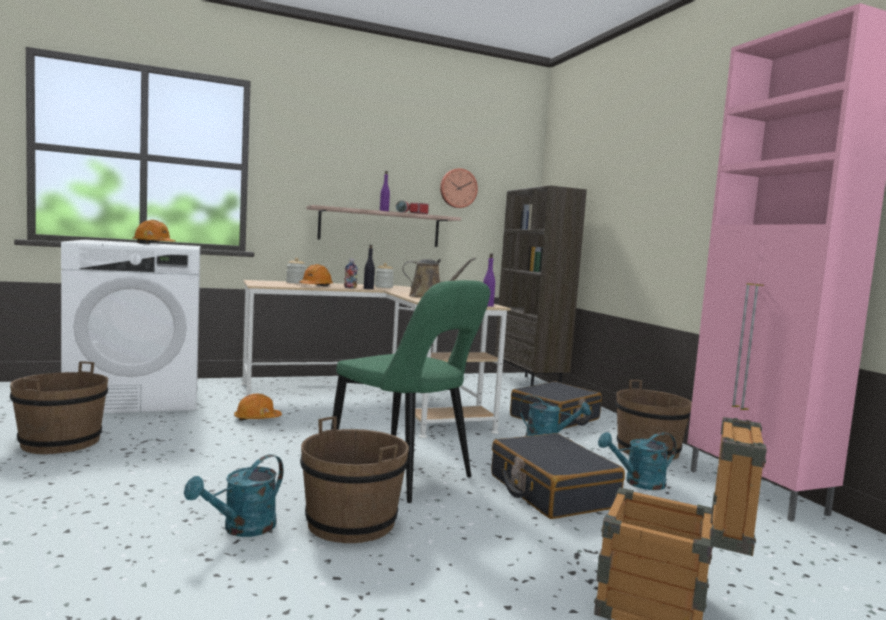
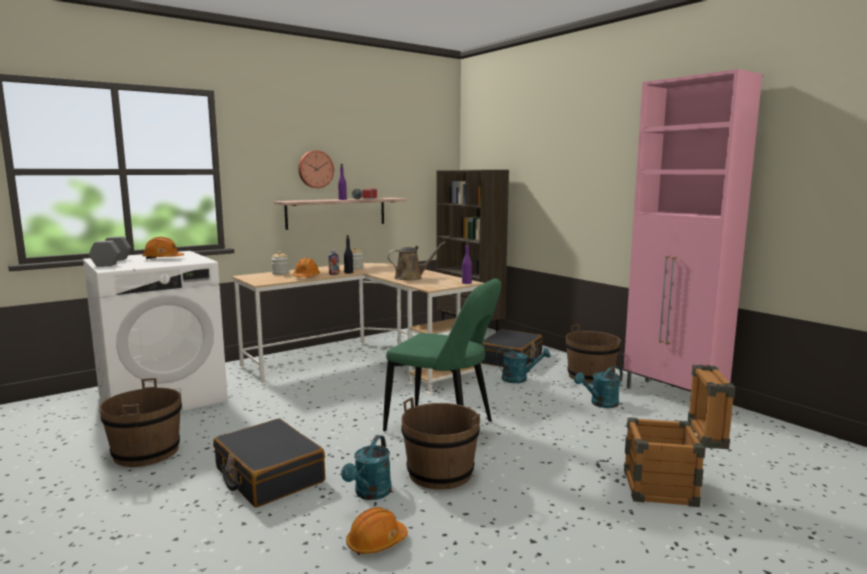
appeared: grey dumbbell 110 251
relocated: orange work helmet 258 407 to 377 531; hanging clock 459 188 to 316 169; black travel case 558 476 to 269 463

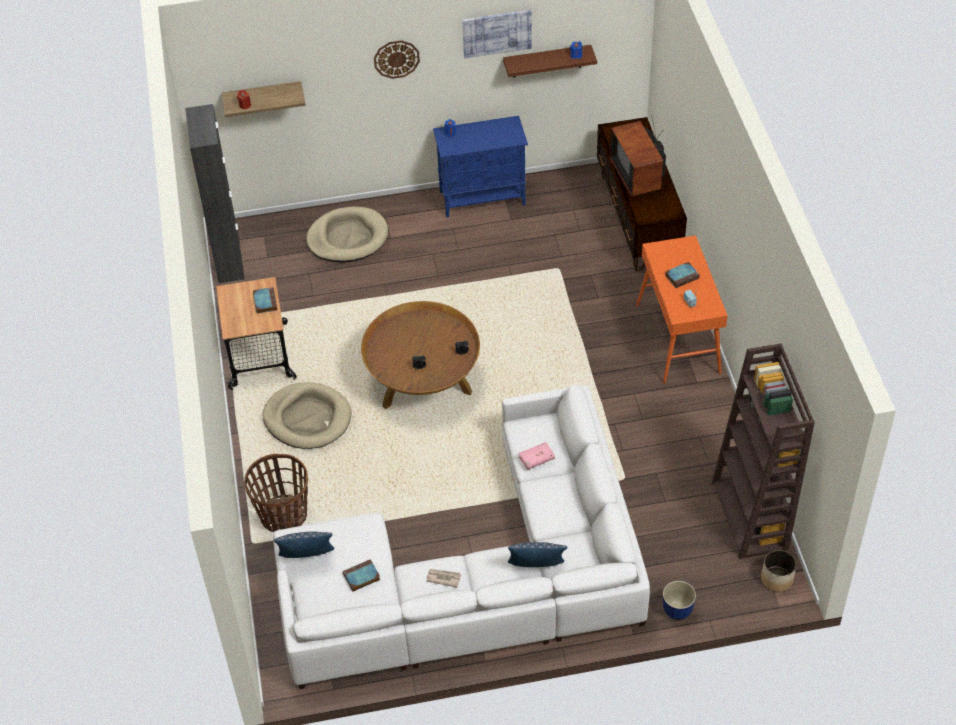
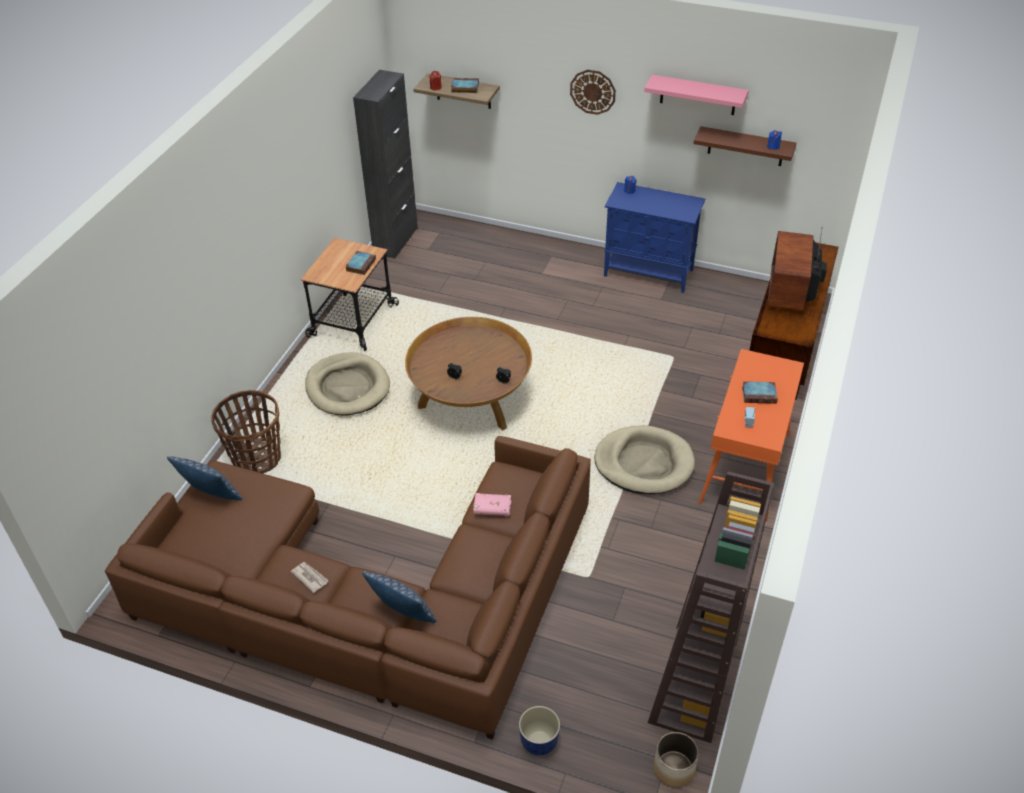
relocated: beige-coloured pet bed 347 234 to 645 459; bound book 361 575 to 465 85
exchanged: picture 497 34 to pink-coloured wall shelf 696 95
colour: white-coloured settee 461 536 to brown settee 348 588

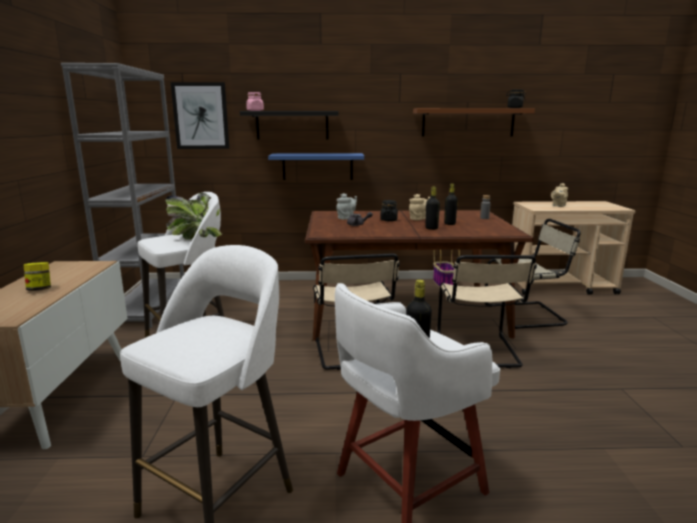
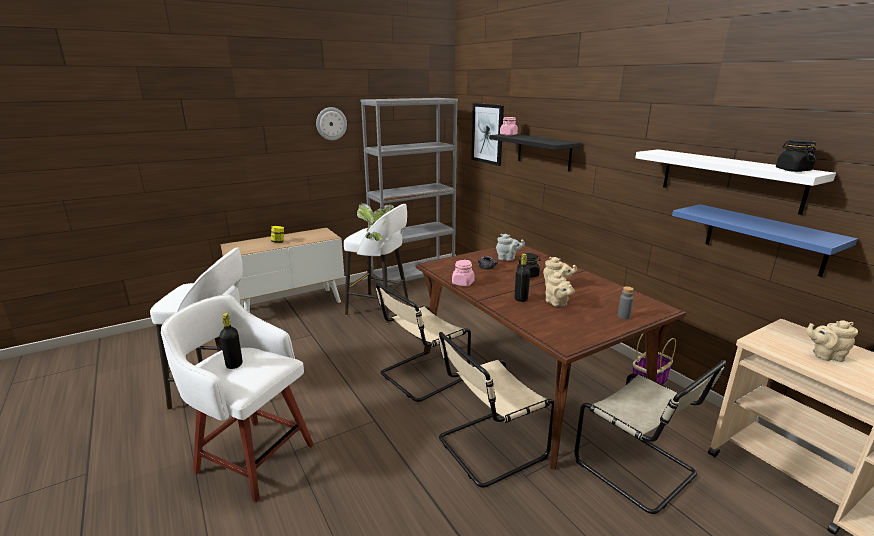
appeared: hanging clock 331 123; pink-coloured storage jar 463 273
relocated: blue wall shelf 316 166 to 765 240
exchanged: black bottle 451 204 to beige-coloured teapot 560 289
colour: brown wall shelf 474 122 to white-coloured wall shelf 735 182

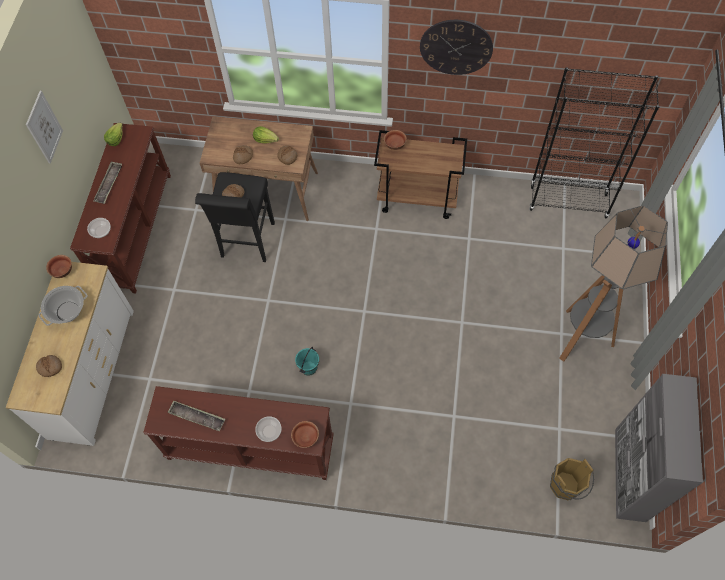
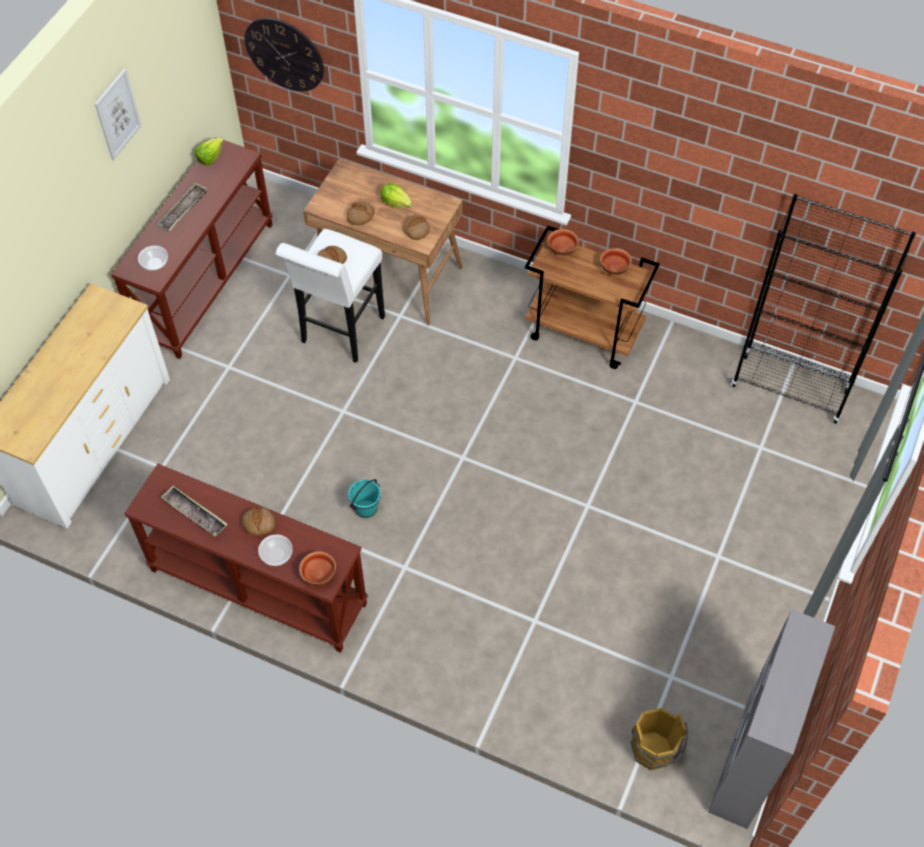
missing: saucepot 62 306; standard lamp 613 283
relocated: bread 49 366 to 258 522; serving bowl 59 266 to 616 261; hanging clock 456 47 to 284 54
colour: black stool 235 217 to white-coloured stool 330 296

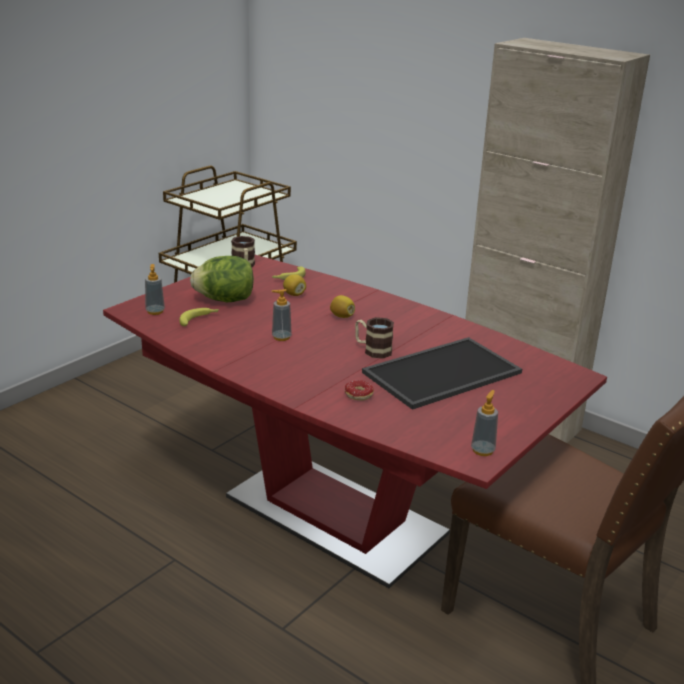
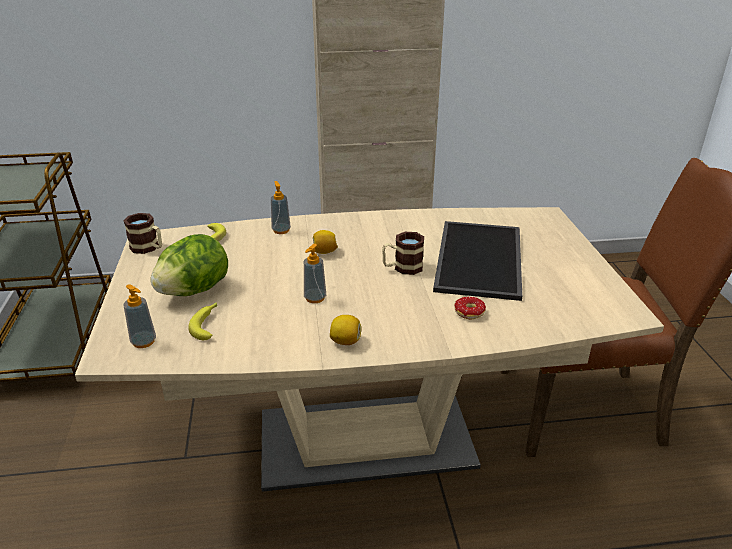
relocated: whole lemon 294 285 to 345 330; liquid soap bottle 484 423 to 281 207
colour: red dinner table 355 421 to beige-coloured dinner table 369 349

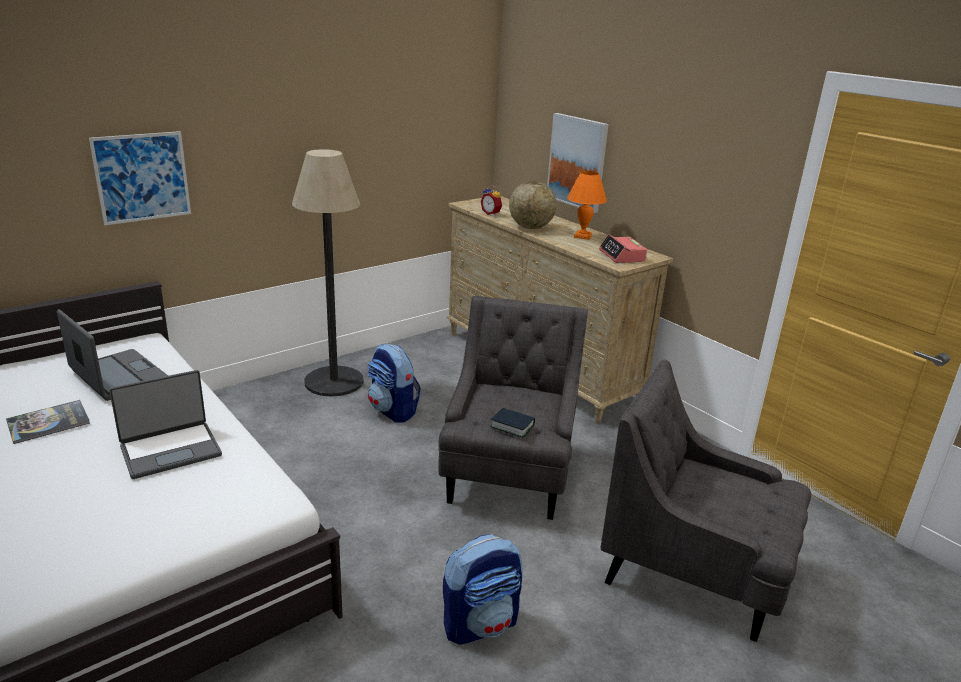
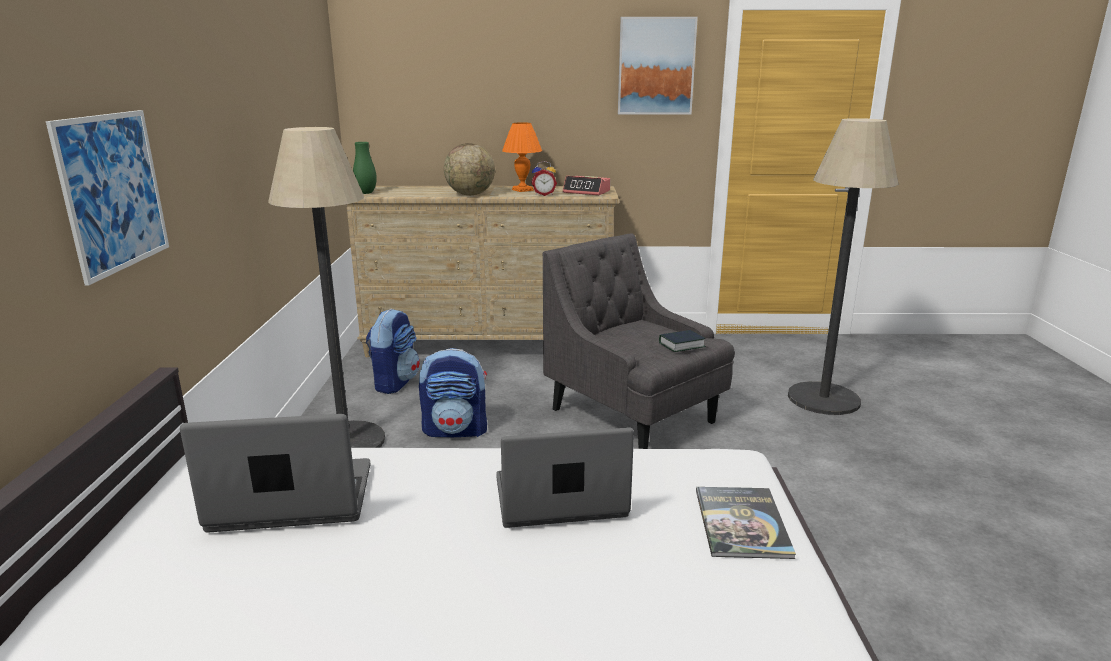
appeared: green decorative vase 365 168
relocated: bound book 48 422 to 746 523; backpack 483 589 to 393 351; table clock 491 200 to 544 178; picture 578 163 to 658 65
exchanged: grey lounge chair 706 501 to standard lamp 843 266
spun: notebook computer 165 424 = 565 477 105 degrees counterclockwise

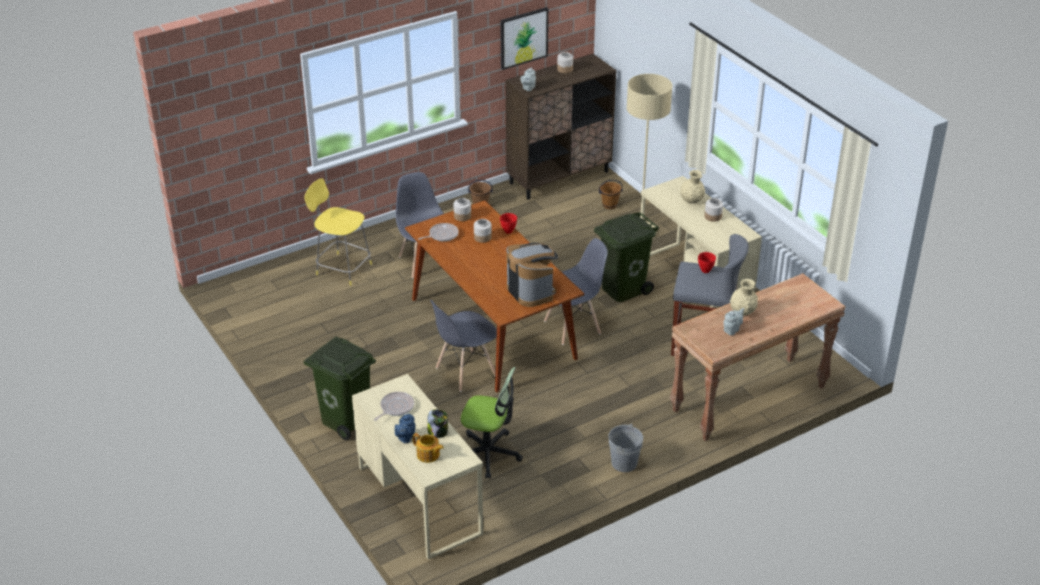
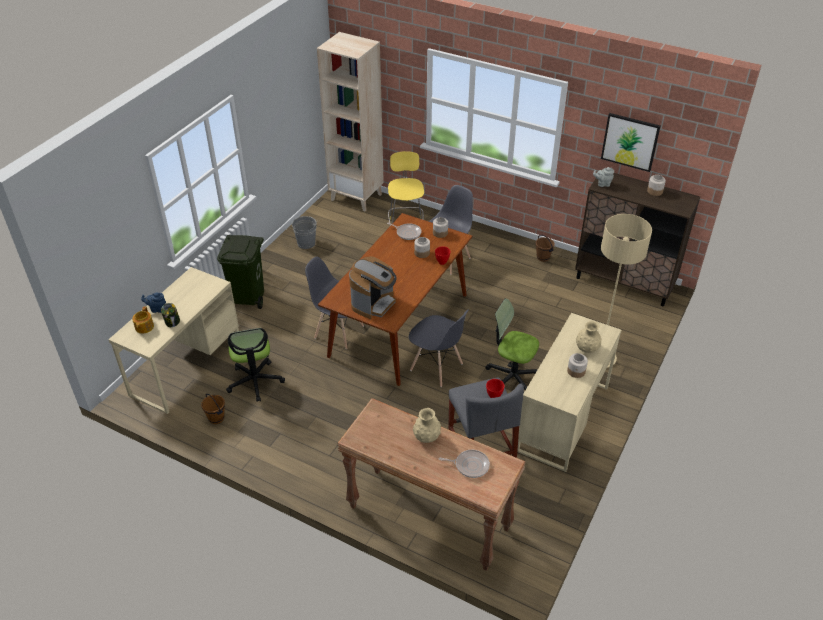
missing: grey teapot 734 321
appeared: beige-coloured bookshelf 350 121
relocated: frying pan 394 406 to 464 464; brown water bucket 610 194 to 213 409; grey water bucket 625 447 to 304 232
exchanged: green waste bin 626 257 to computer chair 512 346

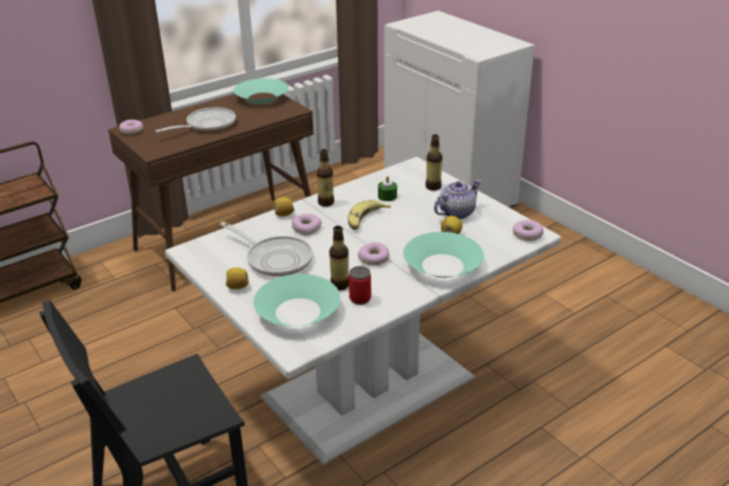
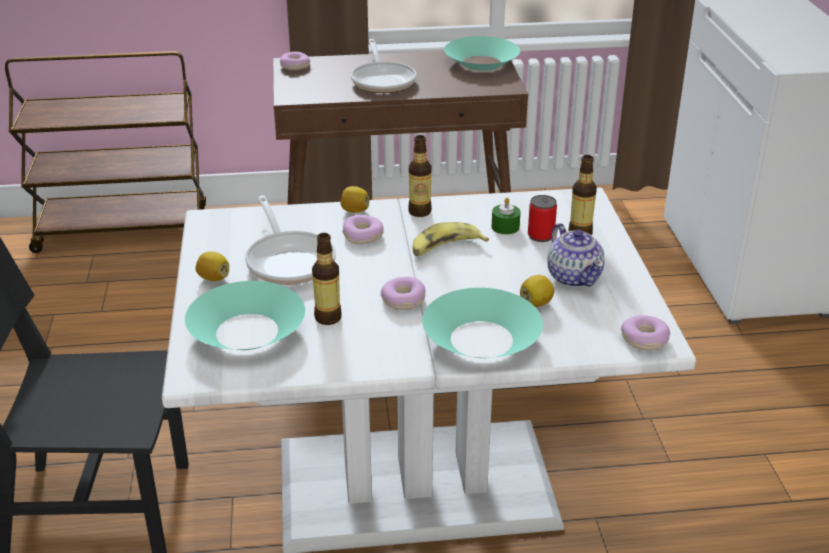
relocated: metal can 360 285 to 542 218
spun: frying pan 195 120 = 384 66 90 degrees clockwise; teapot 457 199 = 576 255 75 degrees clockwise

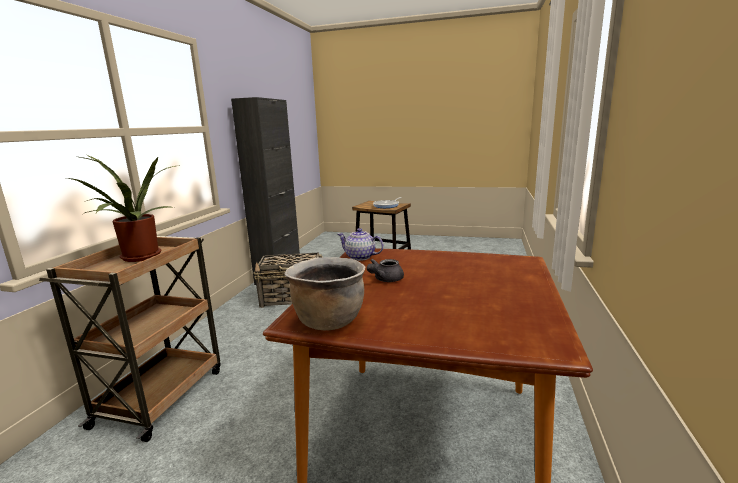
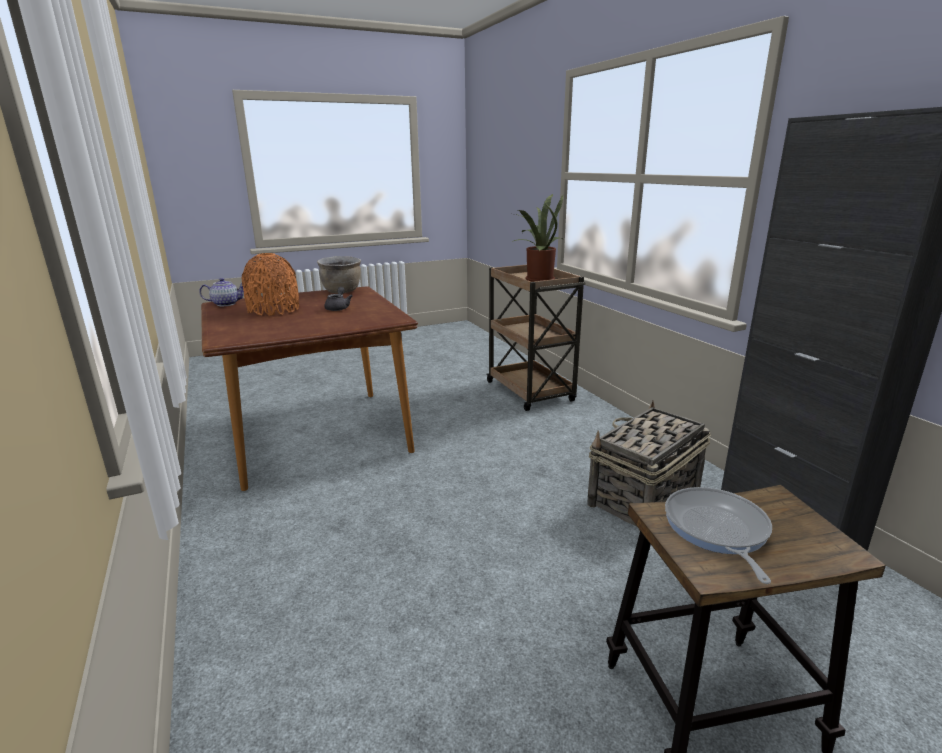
appeared: orange decorative vase 270 284
relocated: teapot 361 244 to 221 292

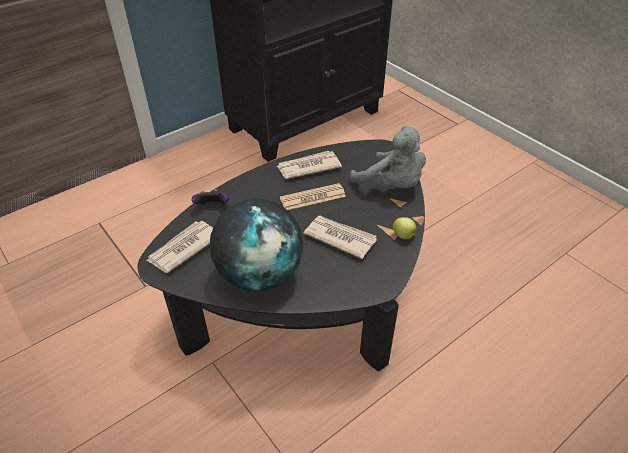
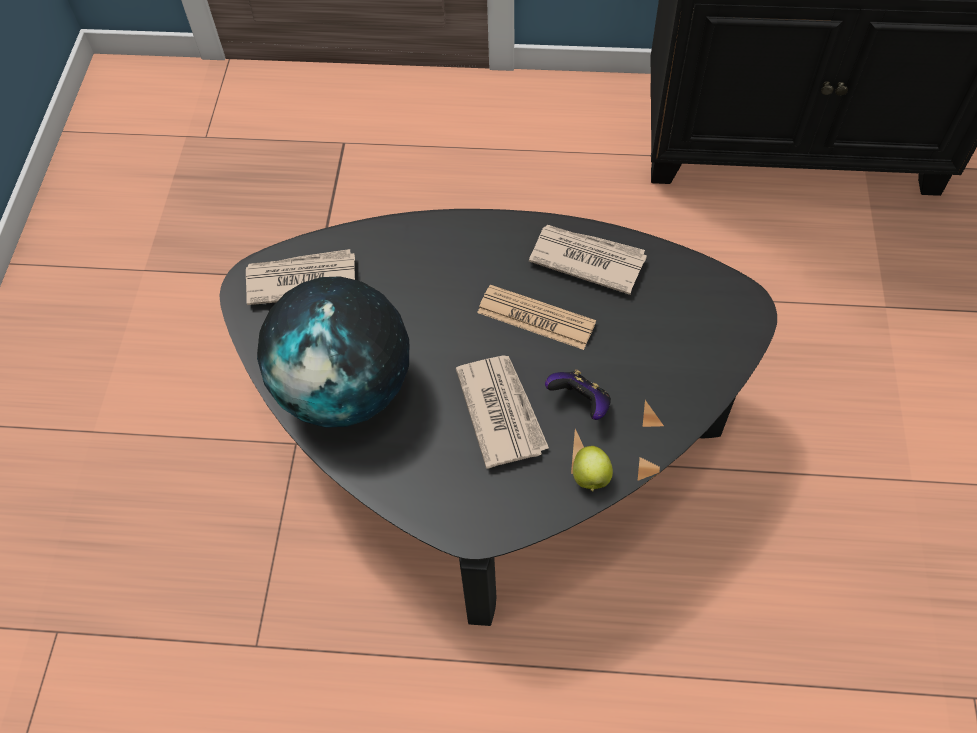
missing: grey cuddly toy 388 157
relocated: gamepad 210 196 to 578 394

